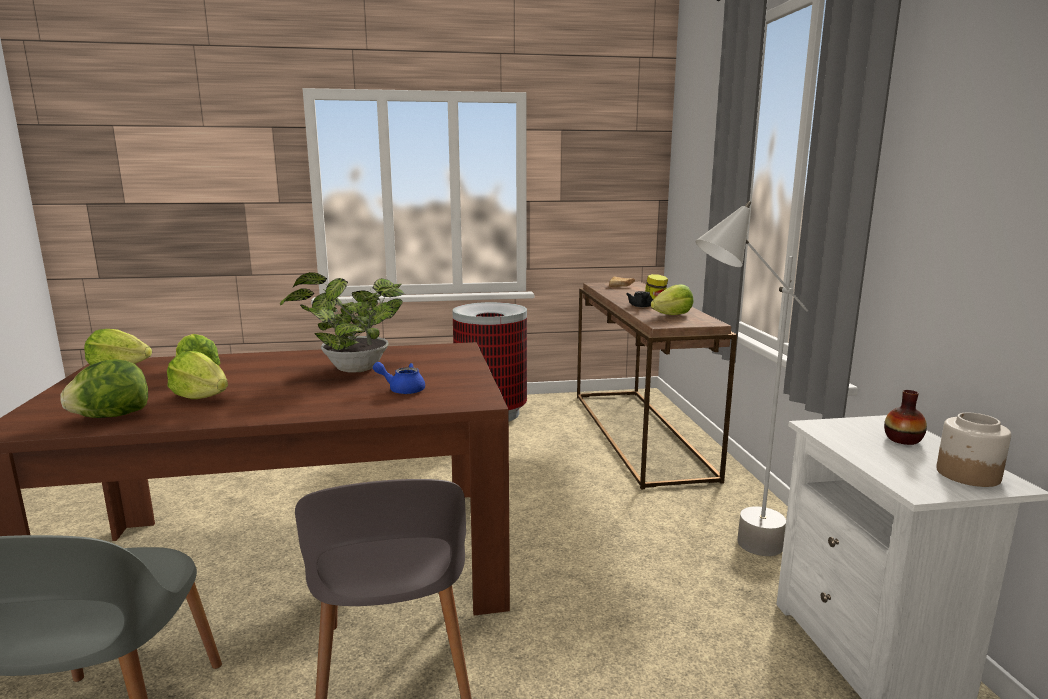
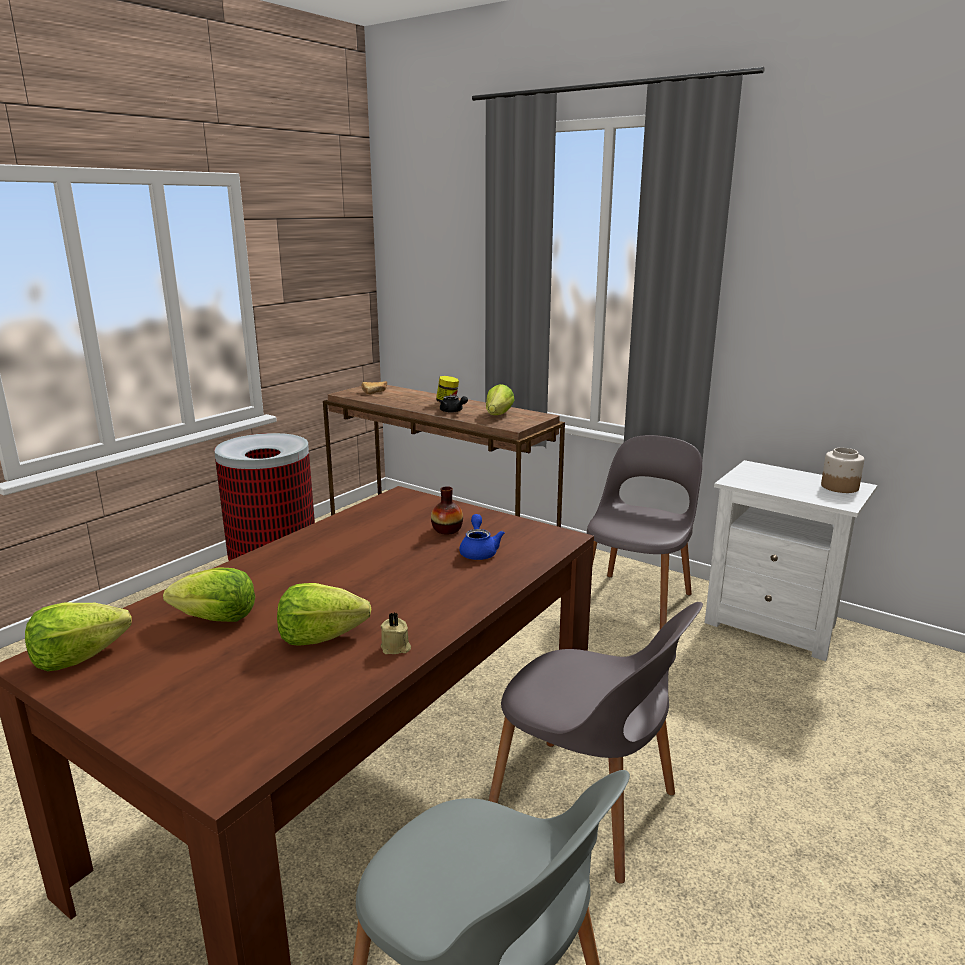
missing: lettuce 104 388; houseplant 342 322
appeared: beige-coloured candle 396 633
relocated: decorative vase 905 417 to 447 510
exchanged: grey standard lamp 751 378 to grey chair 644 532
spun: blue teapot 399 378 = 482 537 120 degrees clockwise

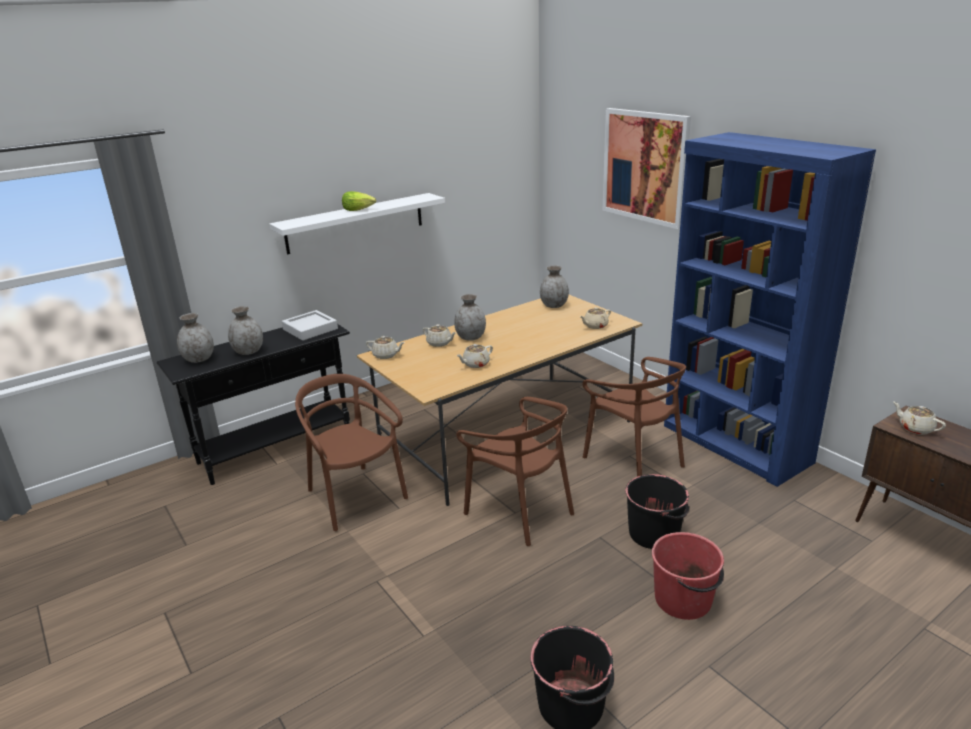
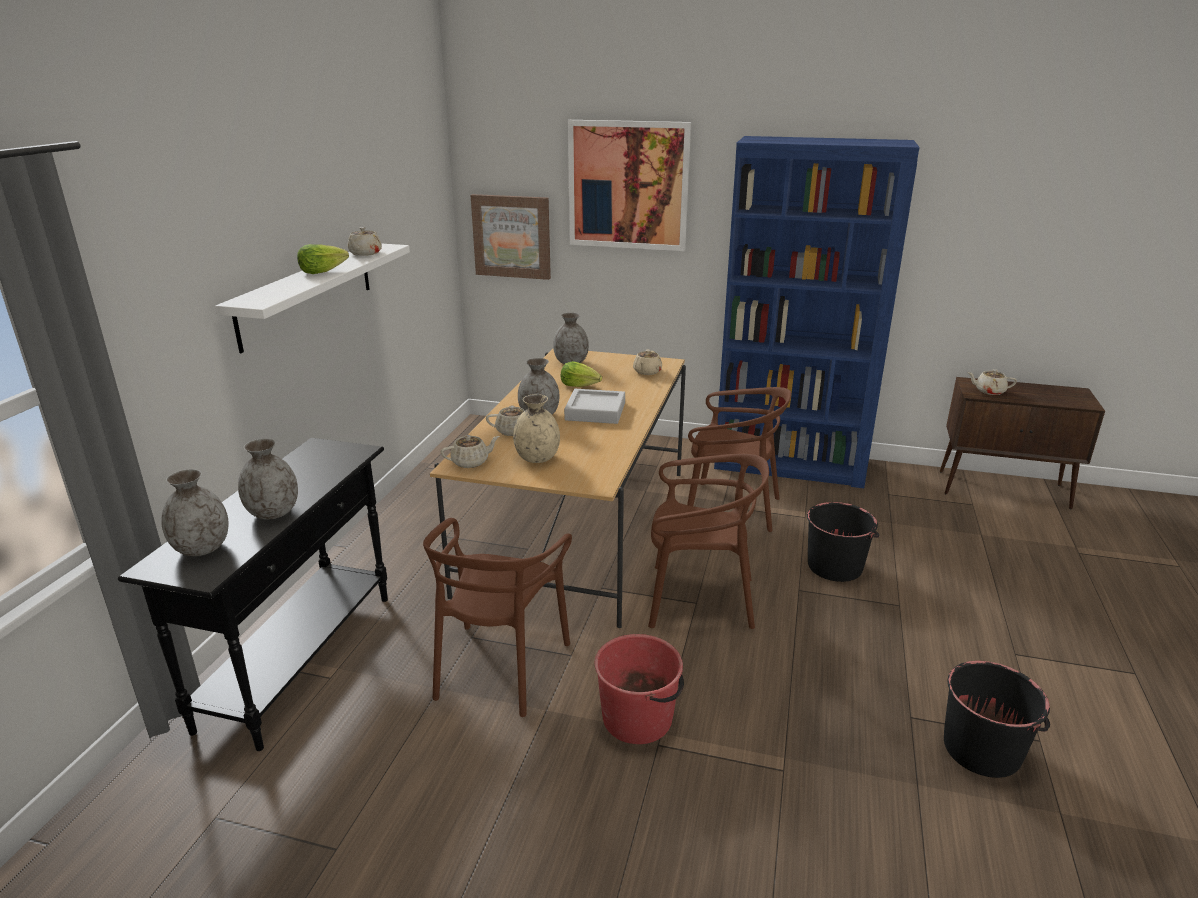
appeared: picture 511 237; beige-coloured decorative vase 536 428; lettuce 581 374
relocated: grey serving tray 310 325 to 594 406; beige-coloured teapot 474 356 to 365 241; red water bucket 688 576 to 639 689
spun: brown chair 351 452 = 497 617 90 degrees counterclockwise

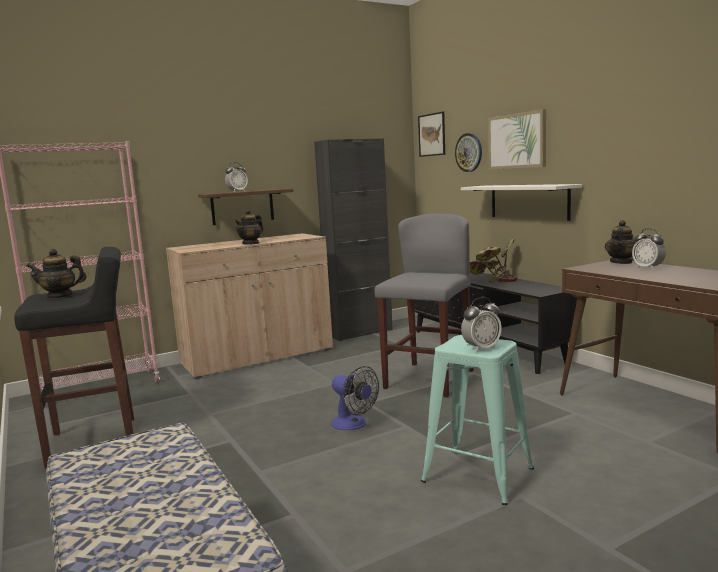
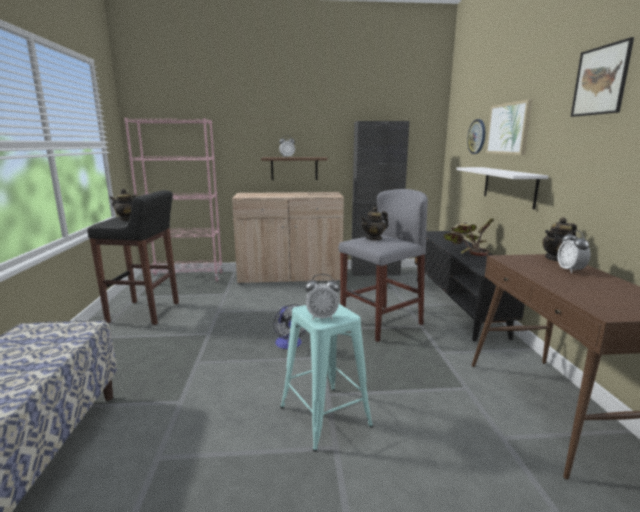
relocated: teapot 248 227 to 374 223; picture 431 134 to 602 77

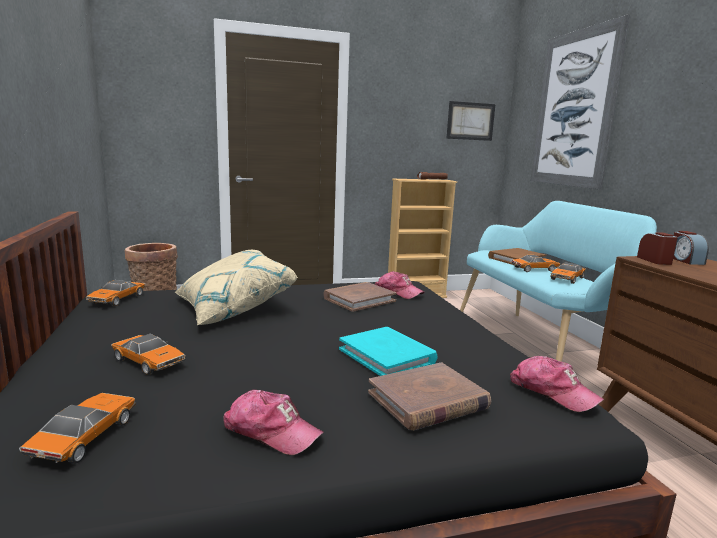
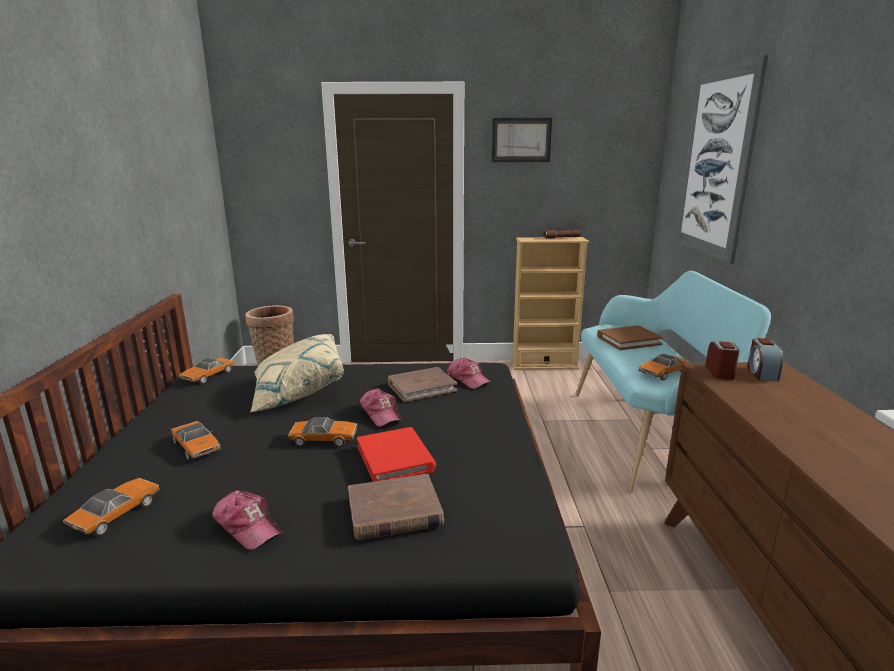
relocated: picture 470 121 to 522 140; cap 557 384 to 381 407; miniature car 535 263 to 323 432
colour: turquoise bound book 388 351 to red bound book 396 454

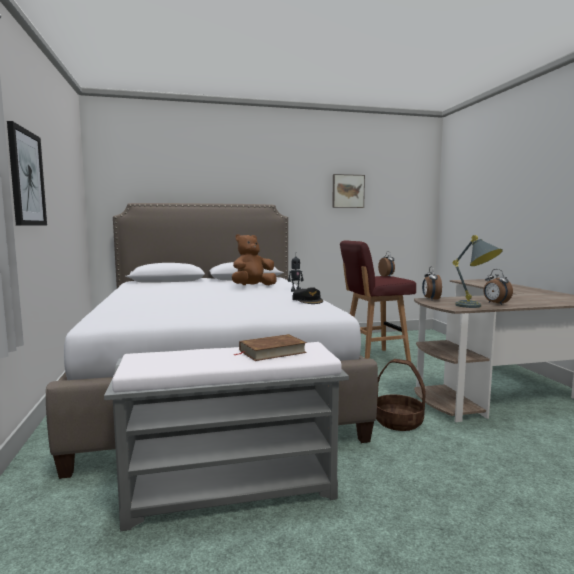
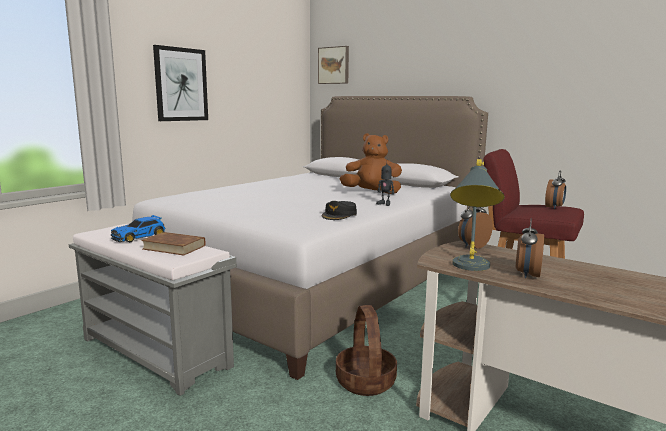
appeared: miniature car 138 228
relocated: picture 348 191 to 333 65

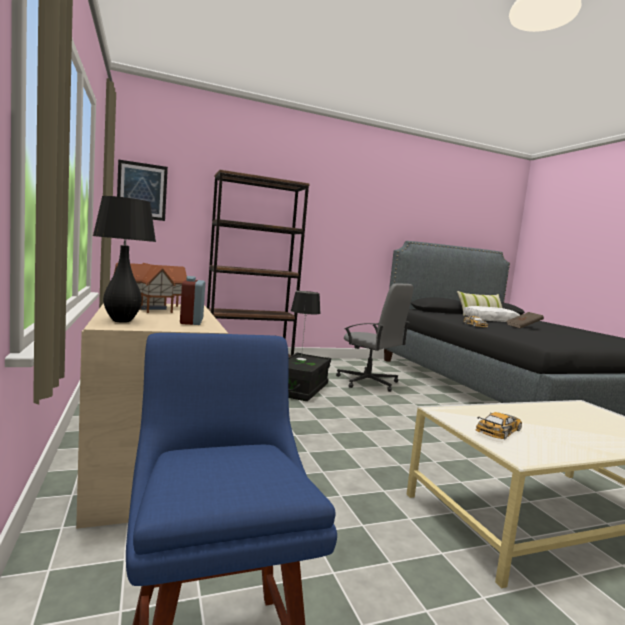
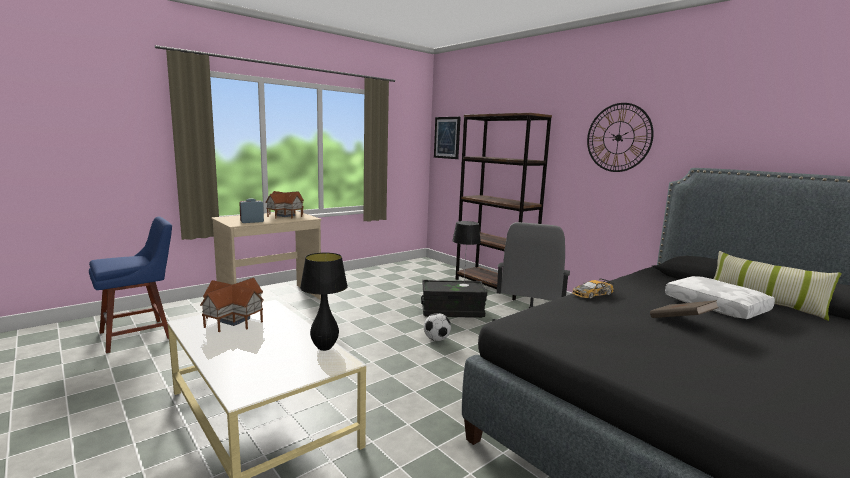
appeared: football ball 437 327; hanging clock 620 137
relocated: black tabletop lamp 124 259 to 324 302
exchanged: miniature car 499 425 to miniature house 232 305

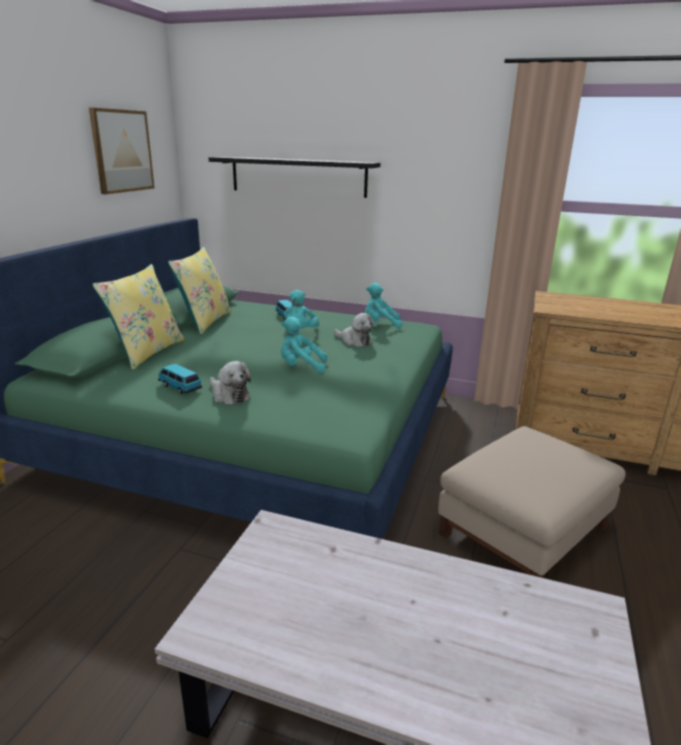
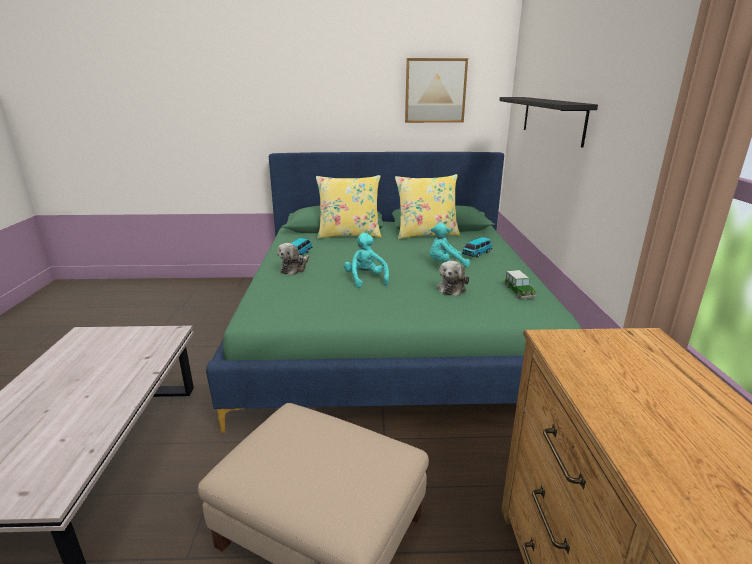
exchanged: turquoise cuddly toy 383 305 to miniature car 520 284

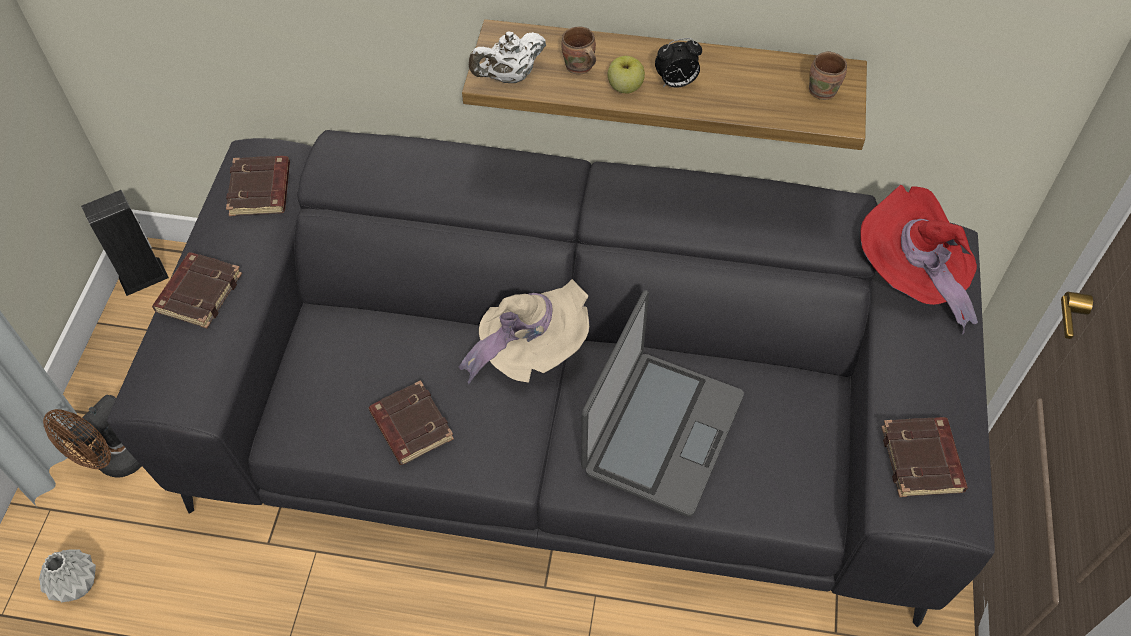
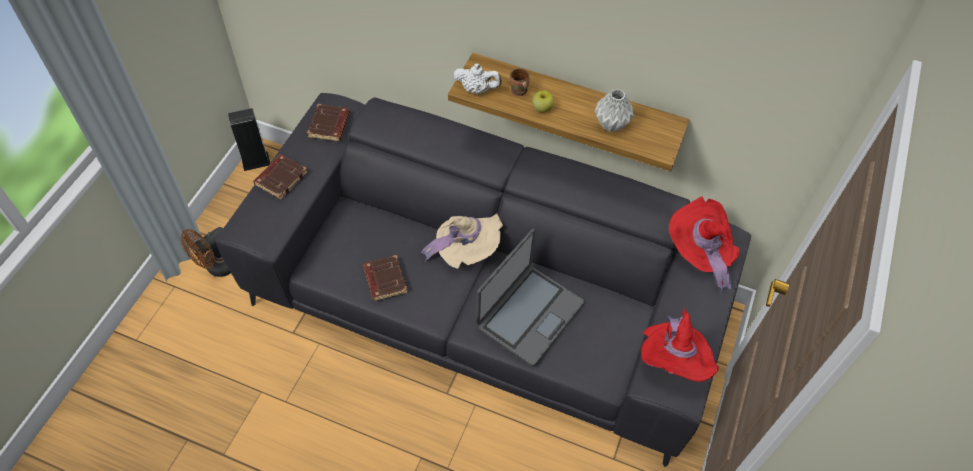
missing: table clock 678 63; brown coffee mug 828 75
relocated: grey decorative vase 67 576 to 614 110
exchanged: brown bound book 924 457 to red clothing hat 680 345
spun: white-coloured teapot 507 57 = 478 79 150 degrees counterclockwise

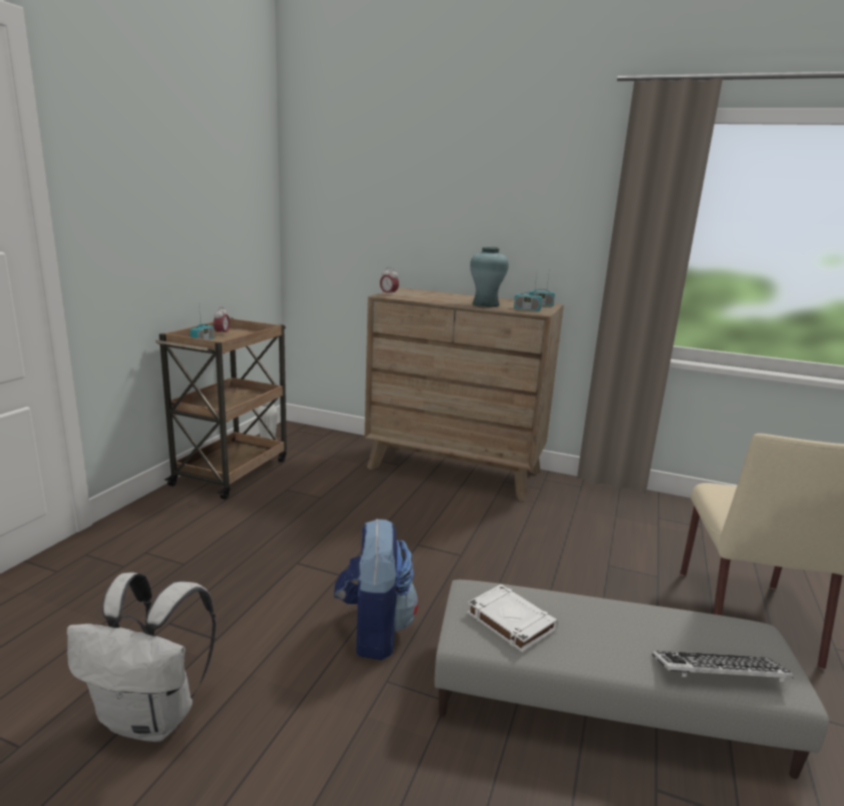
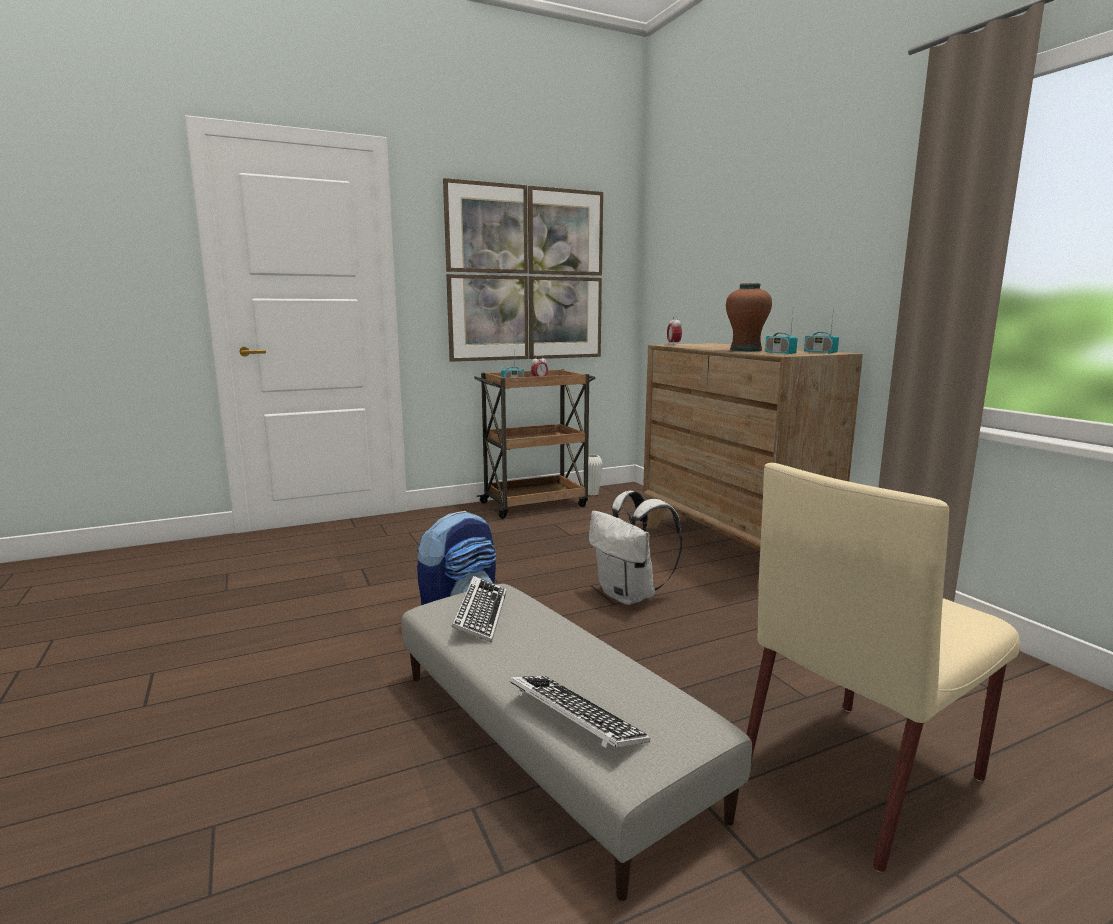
appeared: picture 523 270
relocated: white-coloured backpack 141 657 to 636 548
exchanged: white-coloured bound book 512 618 to keyboard 478 609
colour: turquoise decorative vase 489 277 to brown decorative vase 749 317

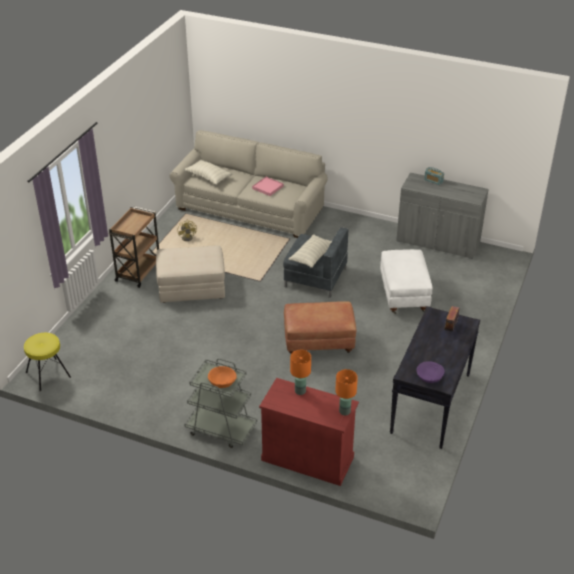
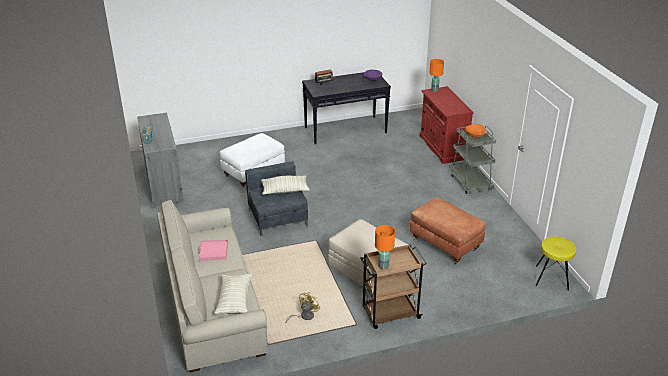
relocated: brown ottoman 320 327 to 448 231; orange tabletop lamp 300 372 to 385 247

